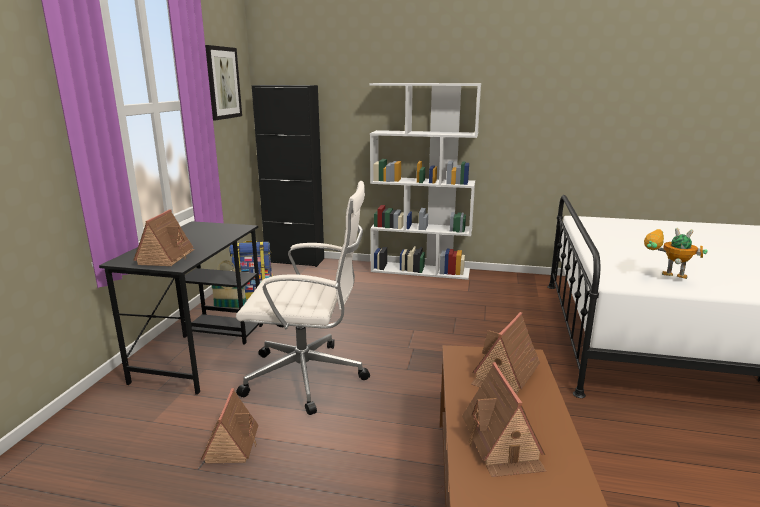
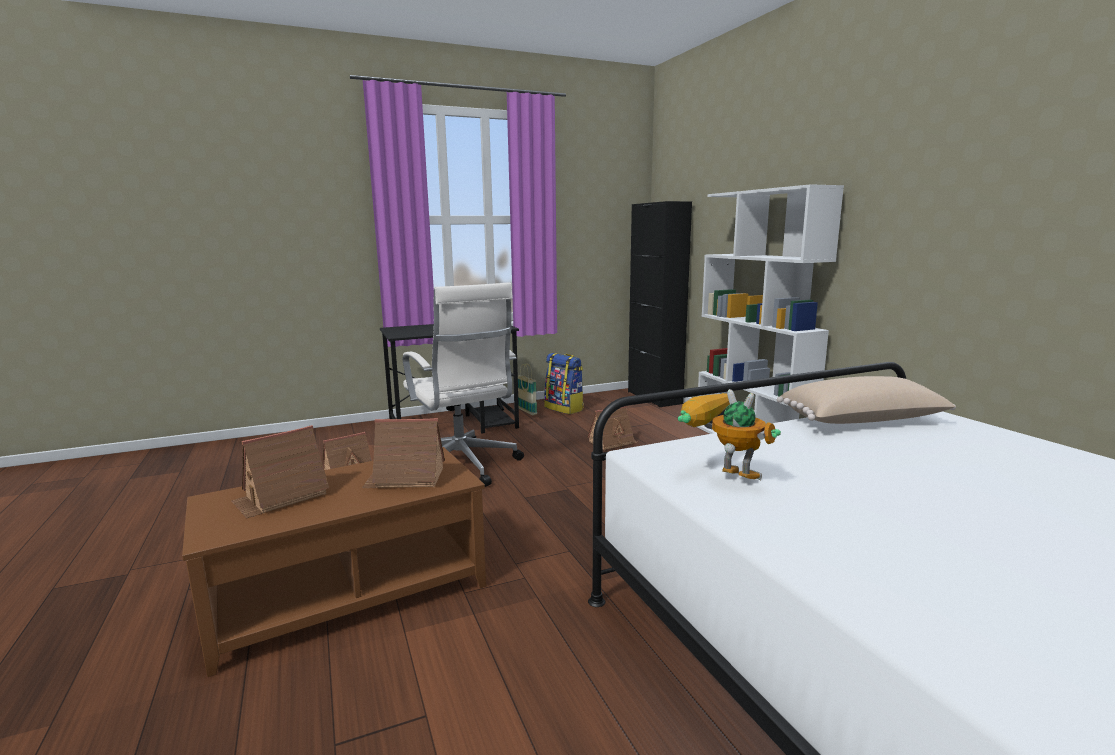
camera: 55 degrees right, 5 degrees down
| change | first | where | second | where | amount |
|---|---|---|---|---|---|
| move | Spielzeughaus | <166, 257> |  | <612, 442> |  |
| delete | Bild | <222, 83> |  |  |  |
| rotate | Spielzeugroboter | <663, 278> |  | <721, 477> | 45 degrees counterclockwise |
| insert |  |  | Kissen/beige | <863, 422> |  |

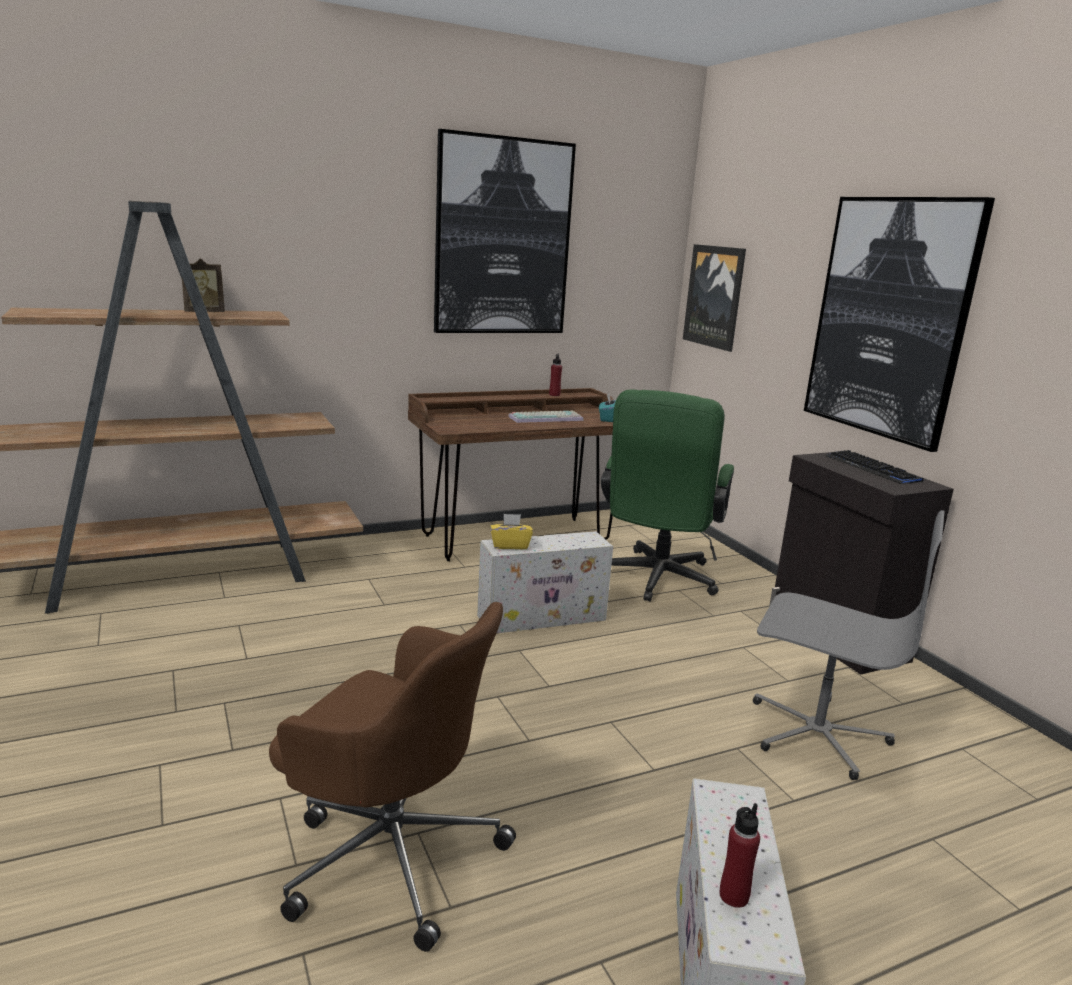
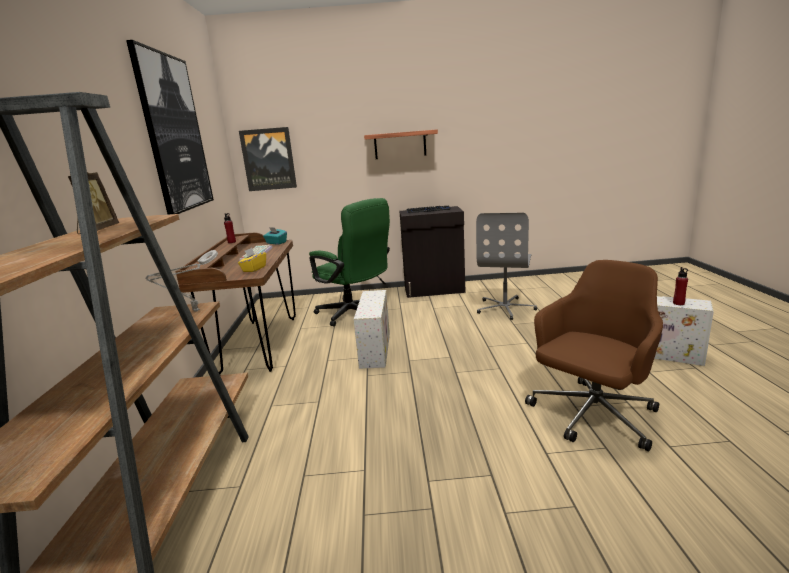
camera: 65 degrees left, 0 degrees up
| change | first | where | second | where | amount |
|---|---|---|---|---|---|
| move | Taschentuchbox/gelb | <510, 545> |  | <254, 269> |  |
| rotate | Bürostuhl/grau | <816, 733> |  | <505, 308> | 150 degrees clockwise |
| replace | Bild | <889, 318> | Wandregal | <400, 145> |  |
| insert |  |  | Tischlampe/grau | <194, 311> |  |

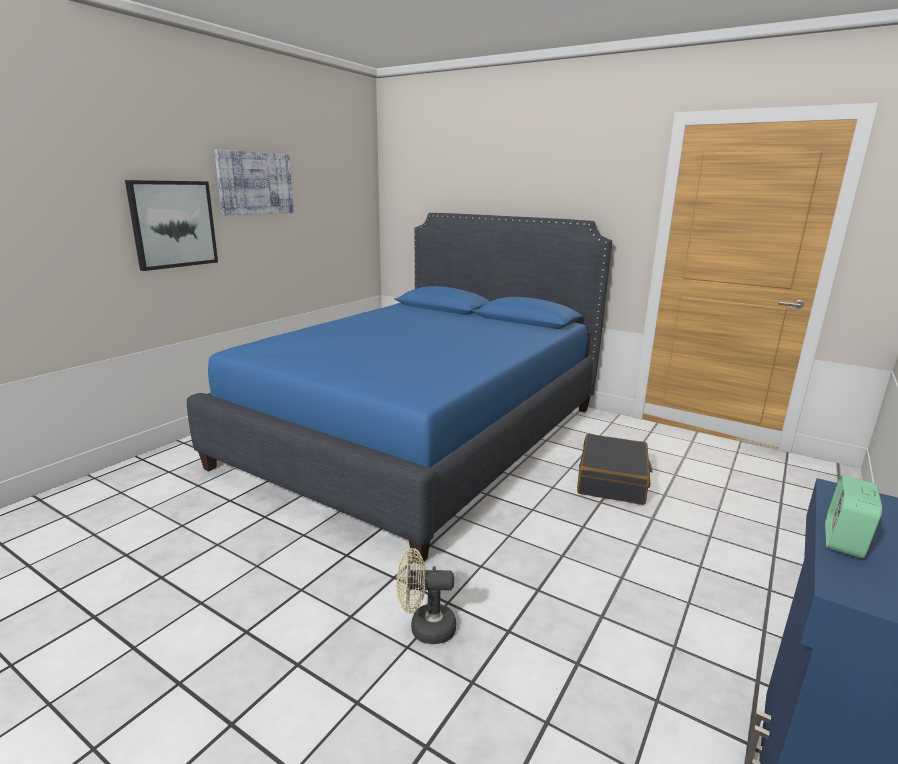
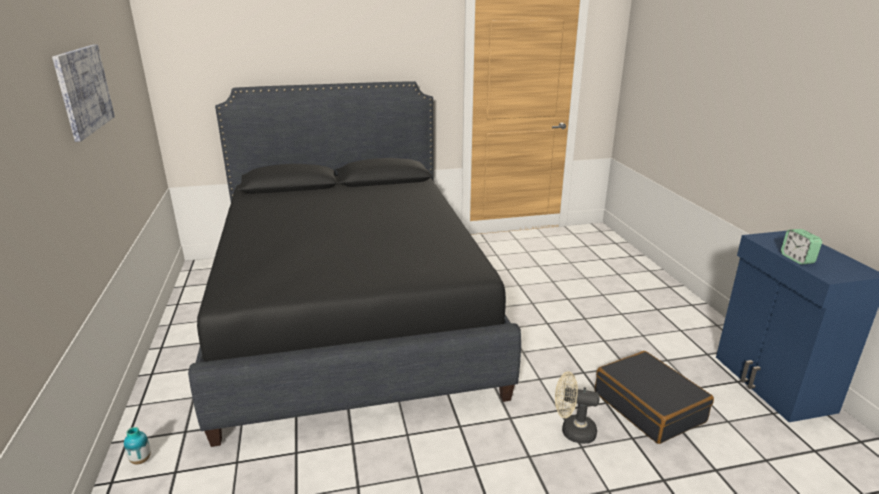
camera: 45 degrees left, 5 degrees up
| change | first | where | second | where | amount |
|---|---|---|---|---|---|
| delete | Bild | <173, 224> |  |  |  |
| recolor | Bett/blau | <421, 435> | Bett/schwarz | <351, 314> |  |
| rotate | Ventilator/beige | <425, 628> |  | <572, 431> | 60 degrees clockwise |
| move | Koffer/schwarz | <612, 480> |  | <649, 407> |  |
| insert |  |  | Vase | <141, 460> |  |

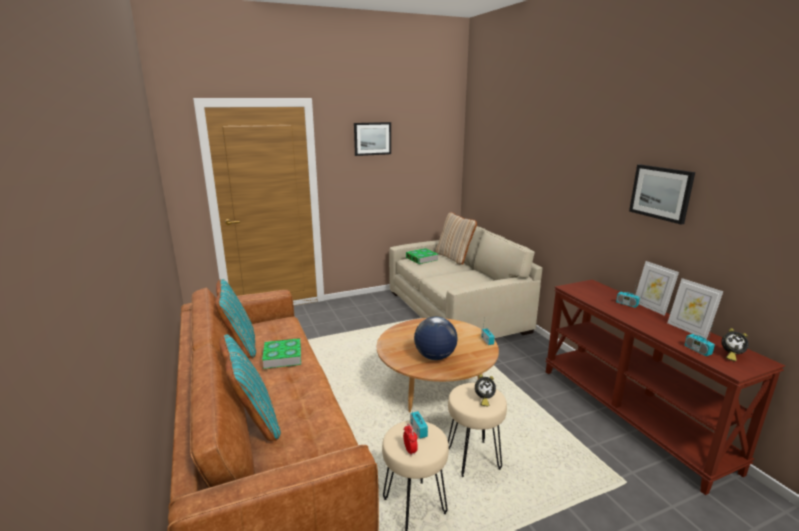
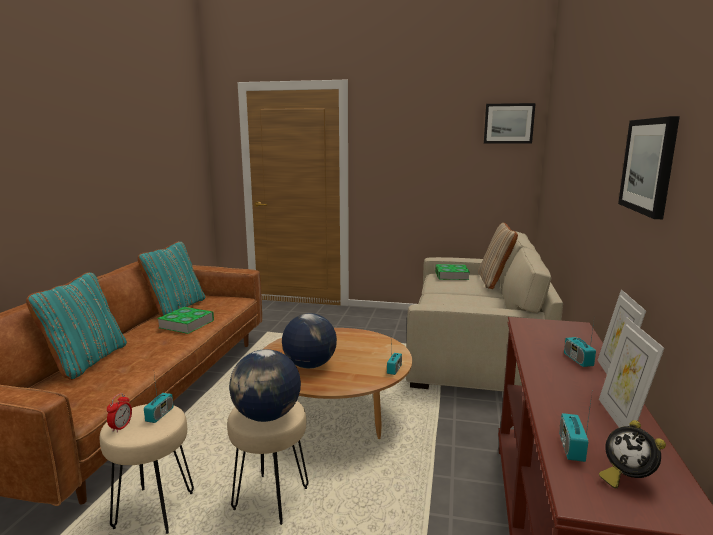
camera: 35 degrees right, 5 degrees down
| change | first | where | second | where | amount |
|---|---|---|---|---|---|
| move | Bild | <372, 138> |  | <508, 123> |  |
| replace | Wecker | <483, 399> | Globus | <267, 416> |  |

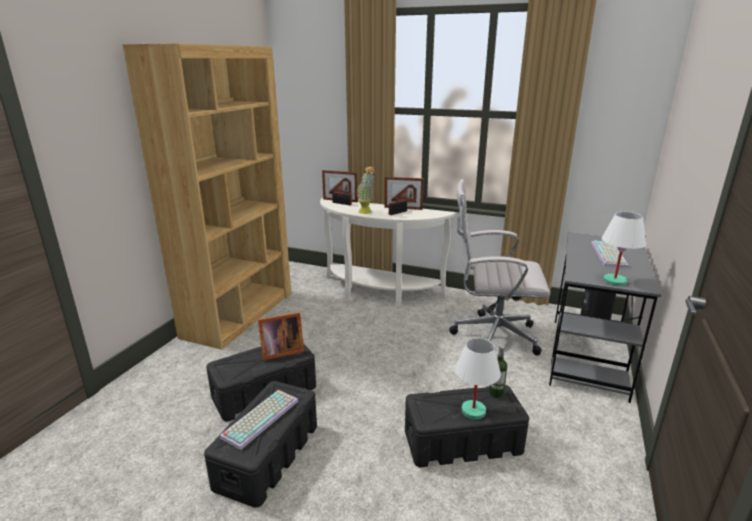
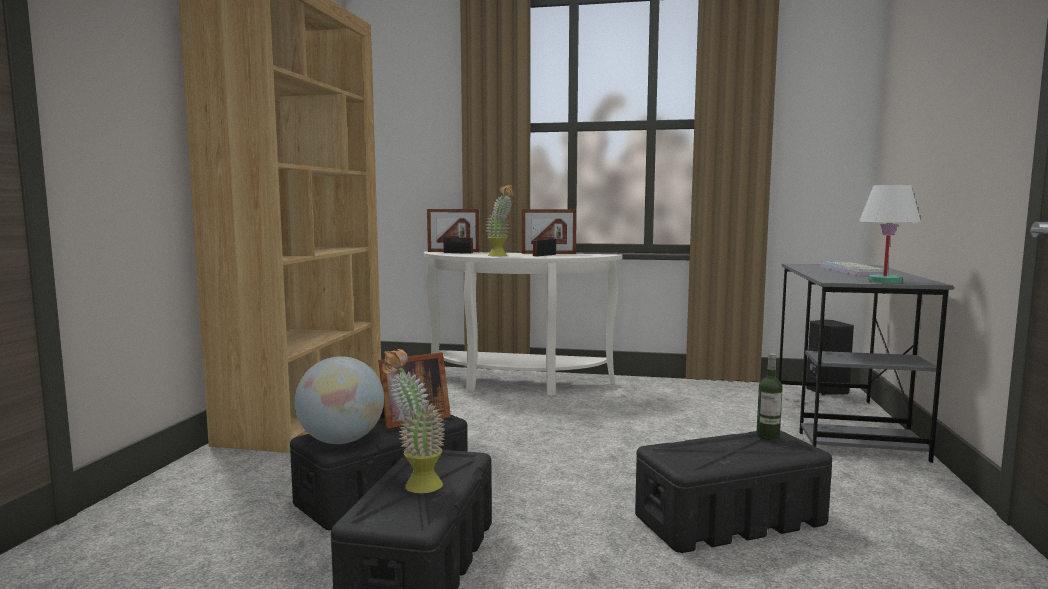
camera: 10 degrees left, 15 degrees down
| change | first | where | second | where | amount |
|---|---|---|---|---|---|
| replace | Tastatur | <260, 417> | Topfpflanze | <415, 484> |  |
| delete | Bürostuhl/weiß | <491, 336> |  |  |  |
| delete | Tischlampe/weiß | <473, 410> |  |  |  |
| insert |  |  | Globus | <341, 441> |  |

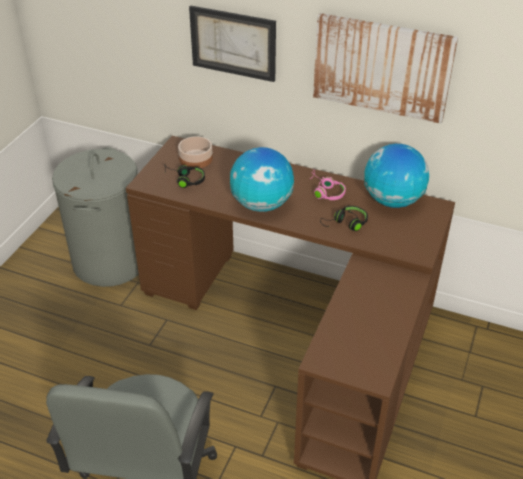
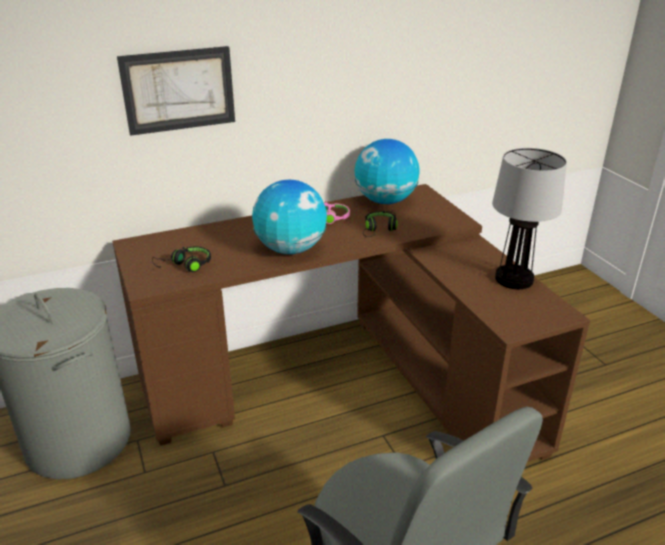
camera: 45 degrees left, 10 degrees down
| change | first | where | second | where | amount |
|---|---|---|---|---|---|
| delete | Schüssel | <196, 158> |  |  |  |
| delete | Bild | <382, 67> |  |  |  |
| insert |  |  | Tischlampe | <514, 279> |  |

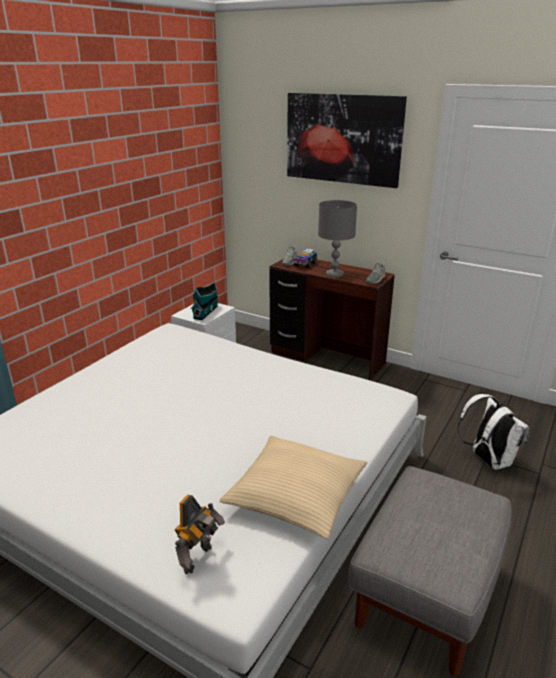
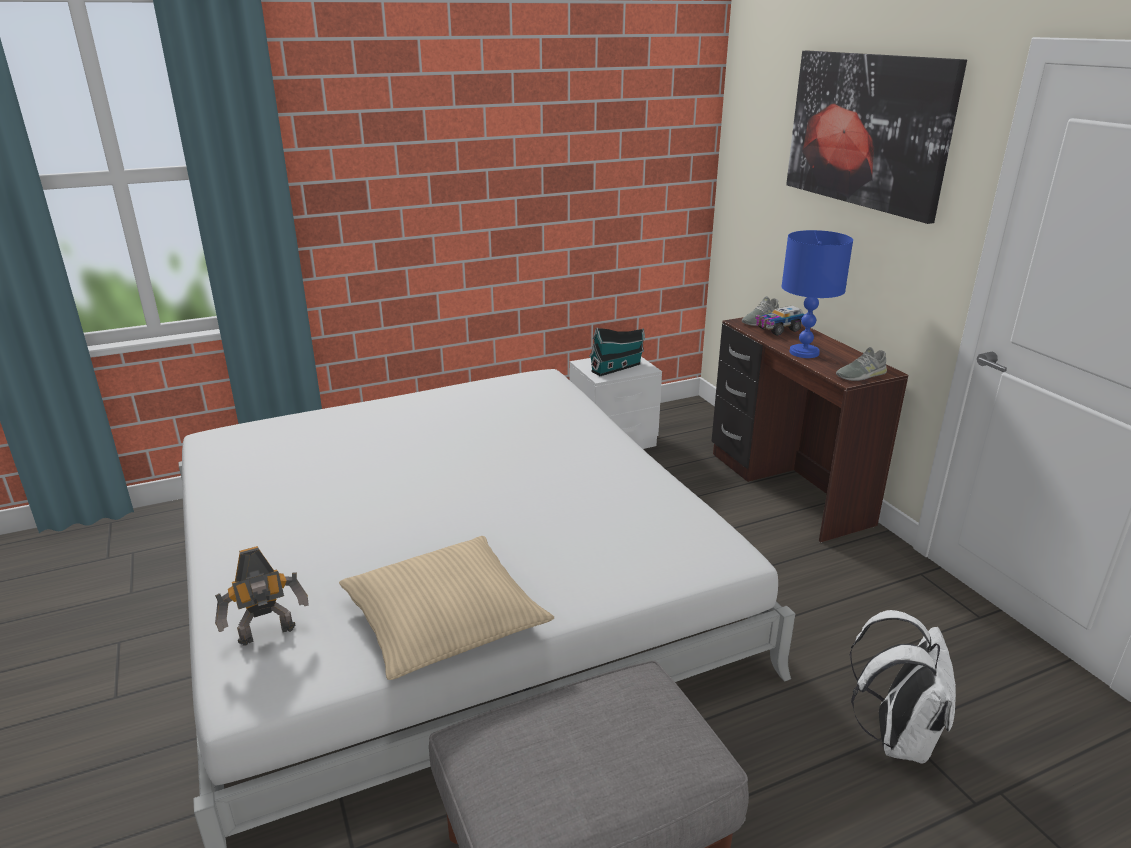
camera: 35 degrees right, 0 degrees up
| change | first | where | second | where | amount |
|---|---|---|---|---|---|
| recolor | Tischlampe/grau | <334, 274> | Tischlampe/blau | <804, 353> |  |

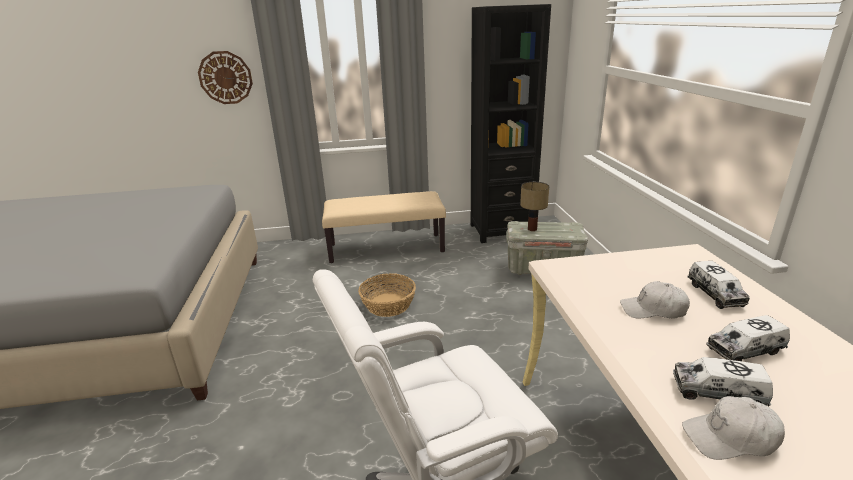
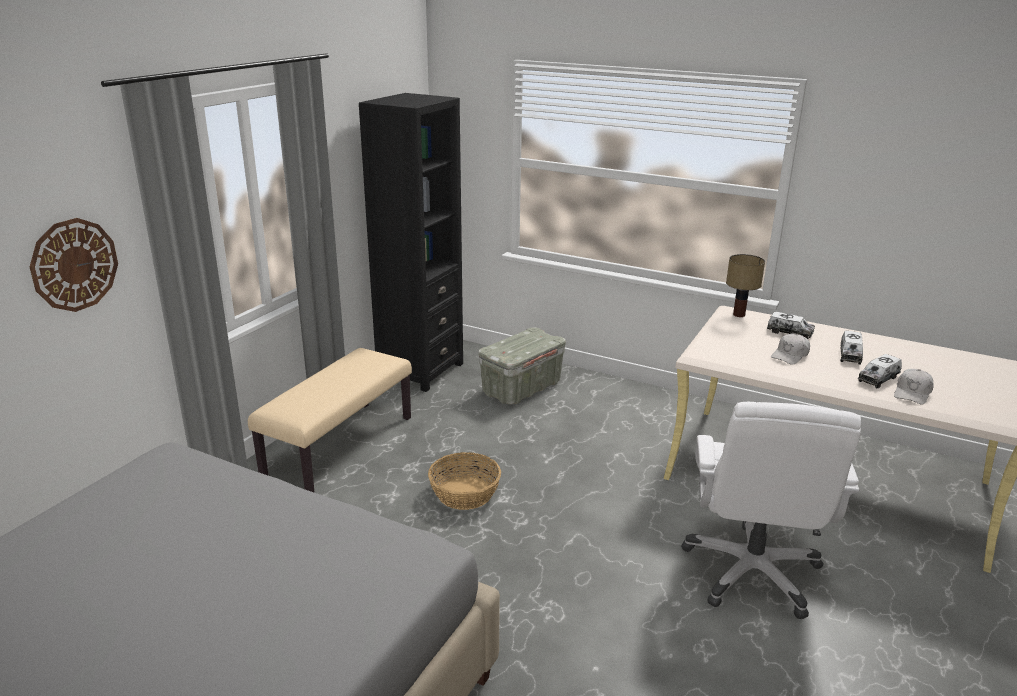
camera: 55 degrees left, 0 degrees up
| change | first | where | second | where | amount |
|---|---|---|---|---|---|
| move | Tischlampe | <532, 229> |  | <739, 315> |  |

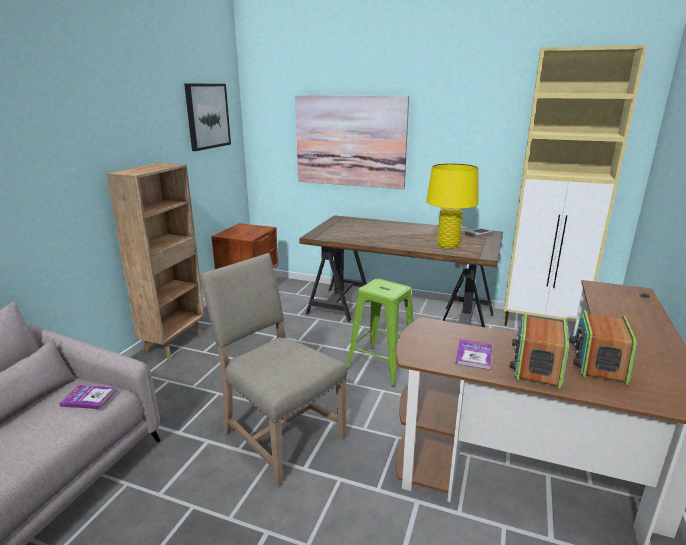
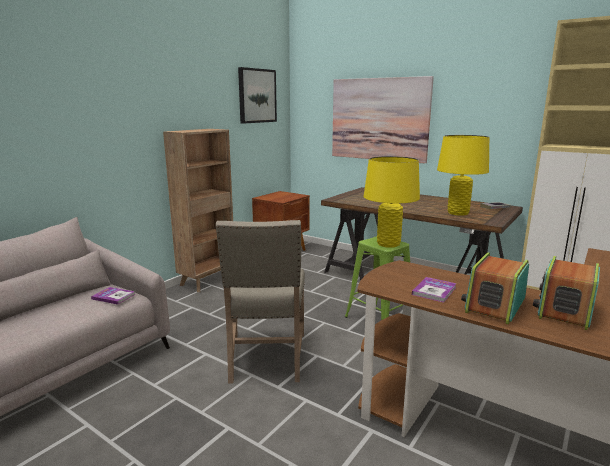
camera: 15 degrees right, 5 degrees down
| change | first | where | second | where | amount |
|---|---|---|---|---|---|
| rotate | Stuhl/beige | <279, 435> |  | <266, 358> | 150 degrees counterclockwise |
| insert |  |  | Tischlampe/gelb | <388, 244> |  |

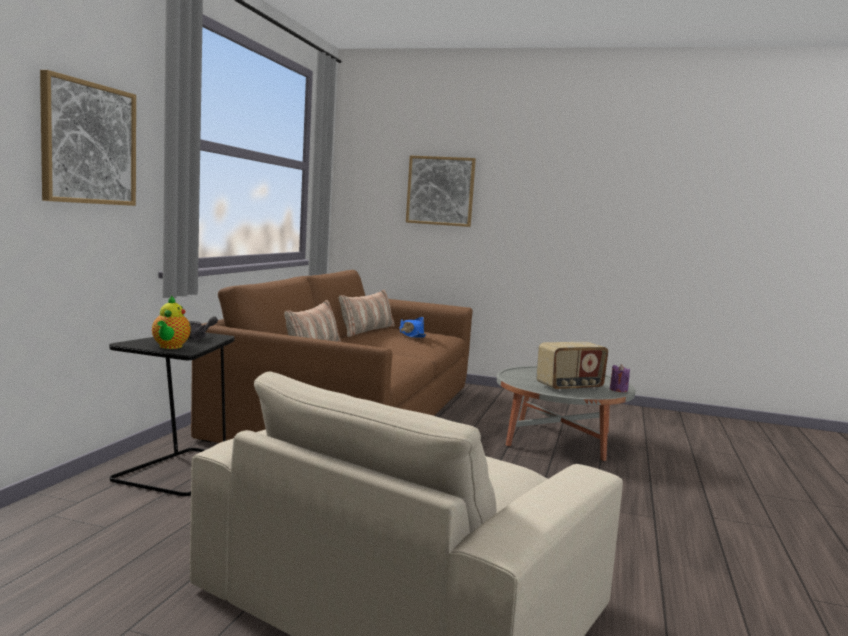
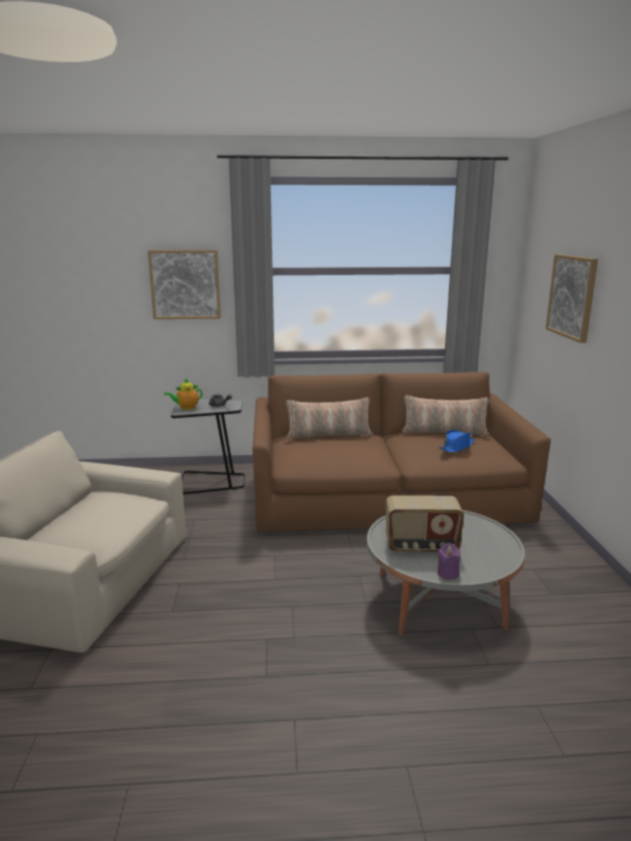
camera: 70 degrees right, 10 degrees up
| change | first | where | second | where | amount |
|---|---|---|---|---|---|
| rotate | Radio | <570, 387> |  | <421, 547> | 45 degrees counterclockwise |

